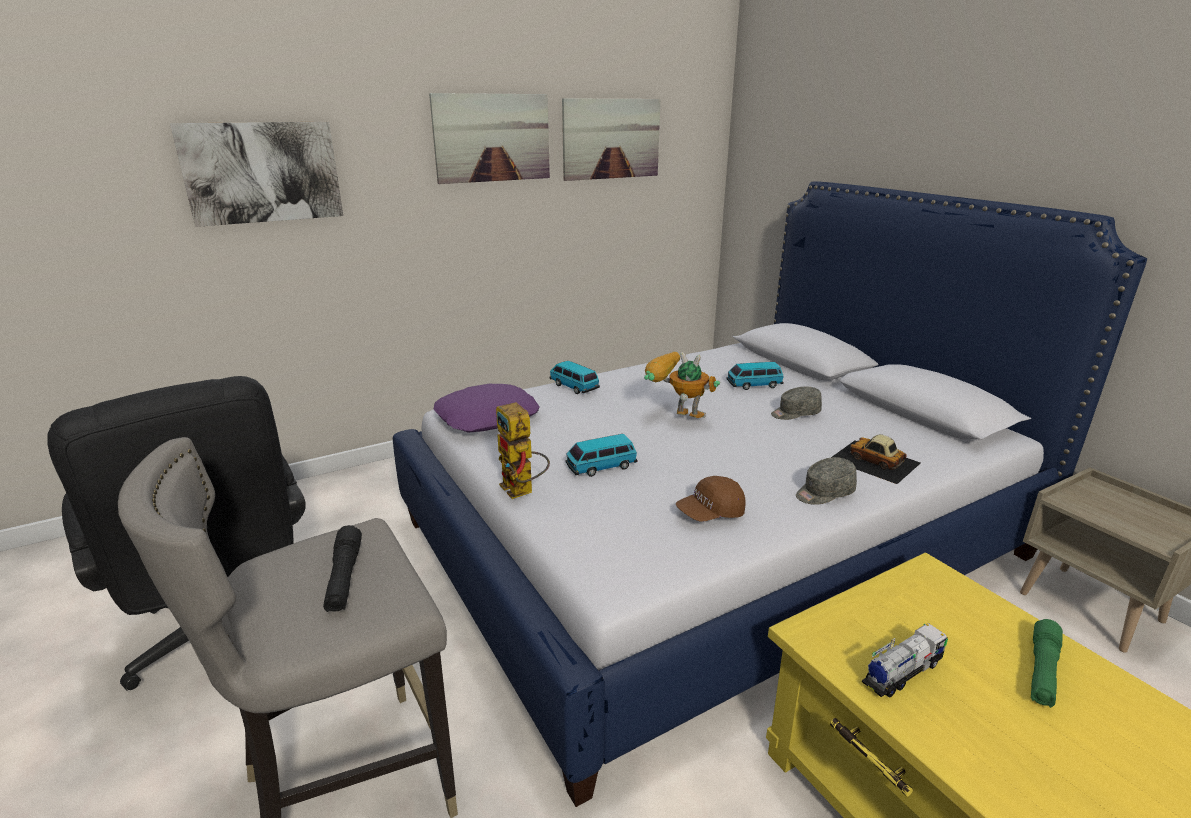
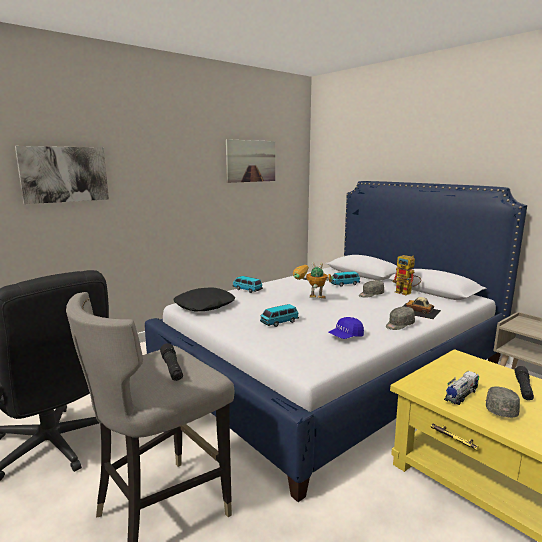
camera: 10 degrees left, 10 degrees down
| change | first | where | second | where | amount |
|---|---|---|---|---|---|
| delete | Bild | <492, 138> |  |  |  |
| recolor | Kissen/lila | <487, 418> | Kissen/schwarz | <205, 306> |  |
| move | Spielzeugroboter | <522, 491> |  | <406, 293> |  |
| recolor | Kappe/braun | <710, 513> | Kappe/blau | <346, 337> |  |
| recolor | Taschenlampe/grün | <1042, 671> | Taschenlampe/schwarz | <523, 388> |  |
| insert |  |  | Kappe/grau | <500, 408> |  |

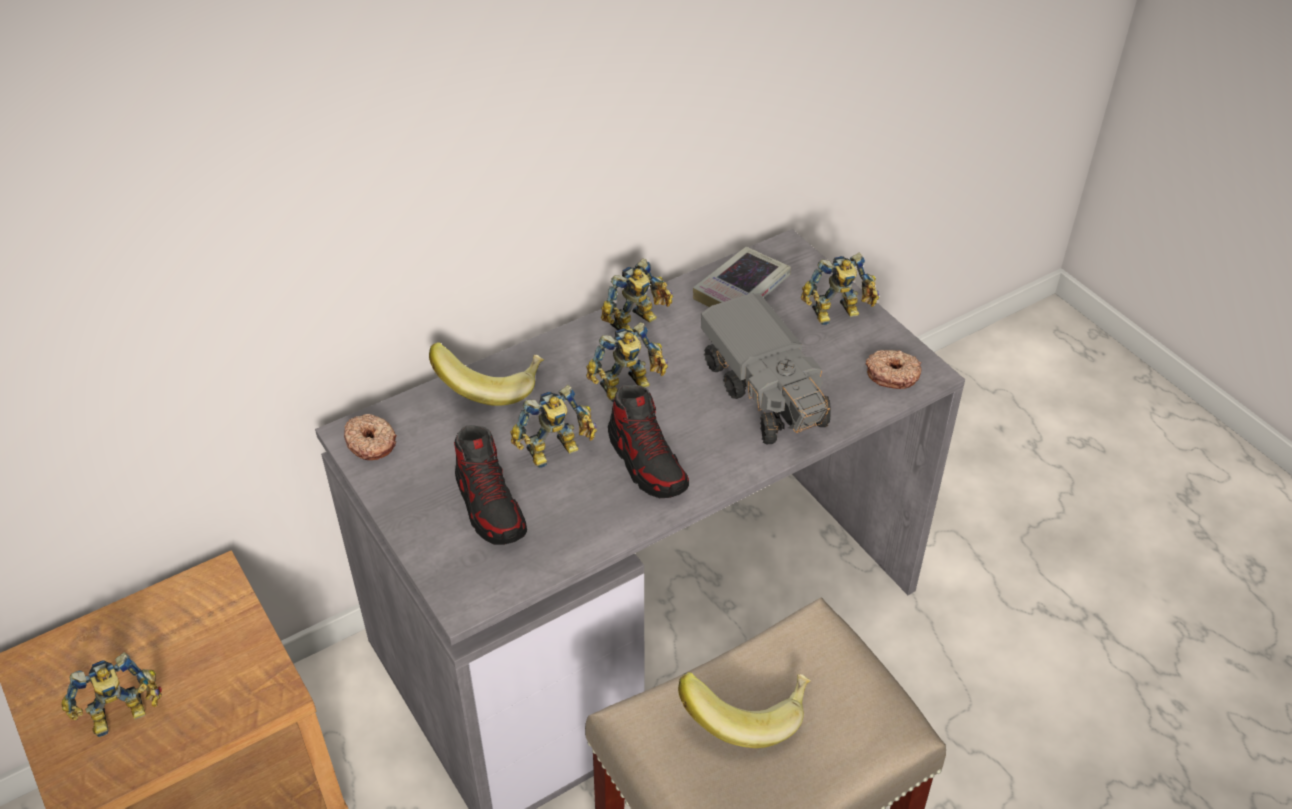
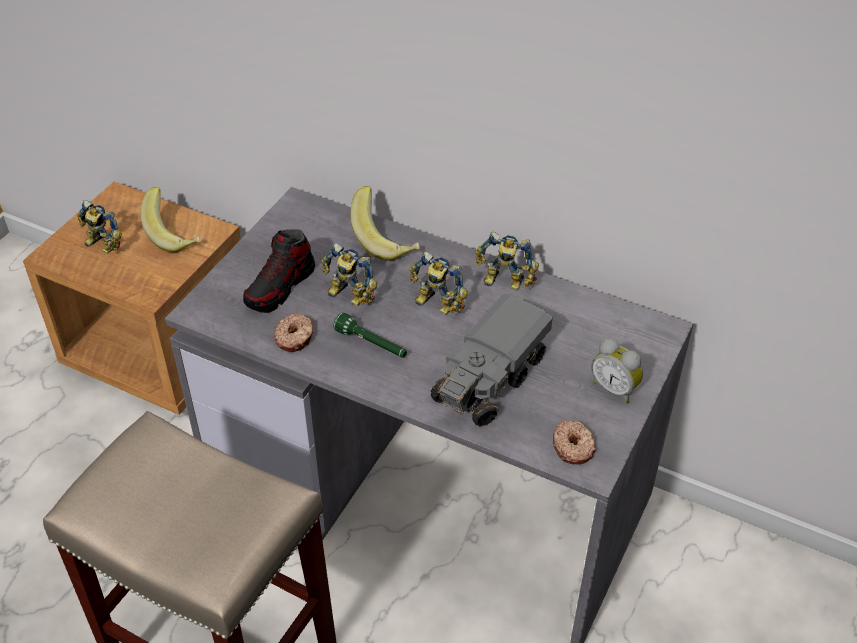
camera: 60 degrees right, 0 degrees up
| change | first | where | second | where | amount |
|---|---|---|---|---|---|
| move | Donut | <371, 442> |  | <295, 338> |  |
| replace | Schuh | <647, 462> | Taschenlampe/grün | <372, 344> |  |
| move | Banane | <746, 712> |  | <174, 235> |  |
| delete | Buch | <741, 289> |  |  |  |
| replace | Spielzeugroboter | <838, 314> | Wecker | <615, 388> |  |

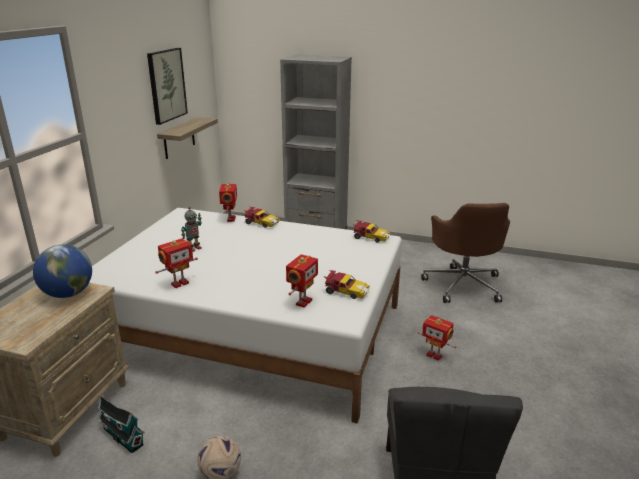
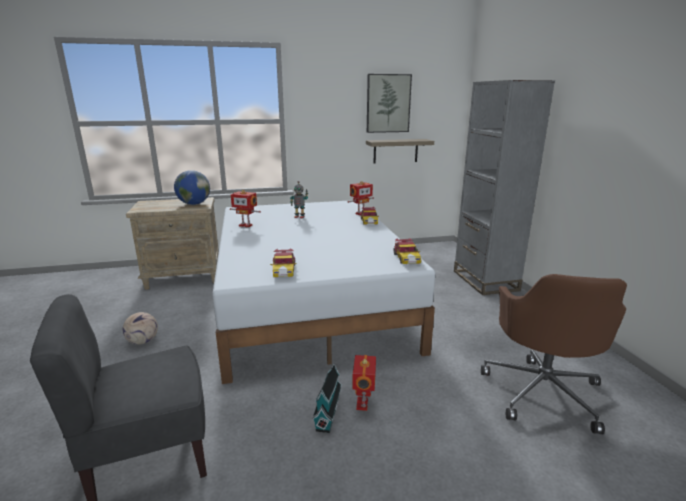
camera: 60 degrees right, 5 degrees down
| change | first | where | second | where | amount |
|---|---|---|---|---|---|
| move | Spielzeughaus | <122, 435> |  | <328, 411> |  |
| delete | Spielzeugroboter | <302, 302> |  |  |  |
| rotate | Bürostuhl/braun | <463, 284> |  | <542, 391> | 45 degrees counterclockwise |

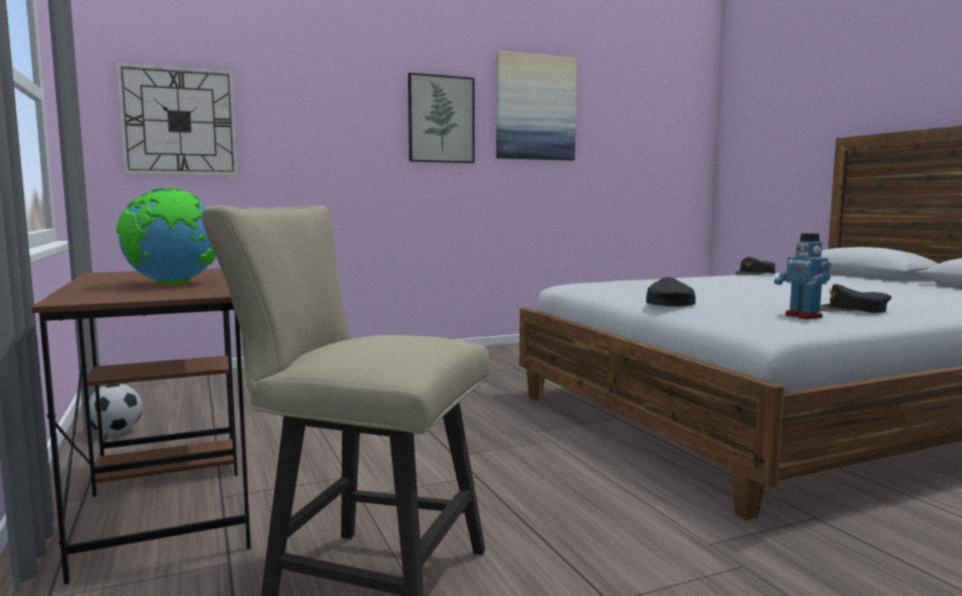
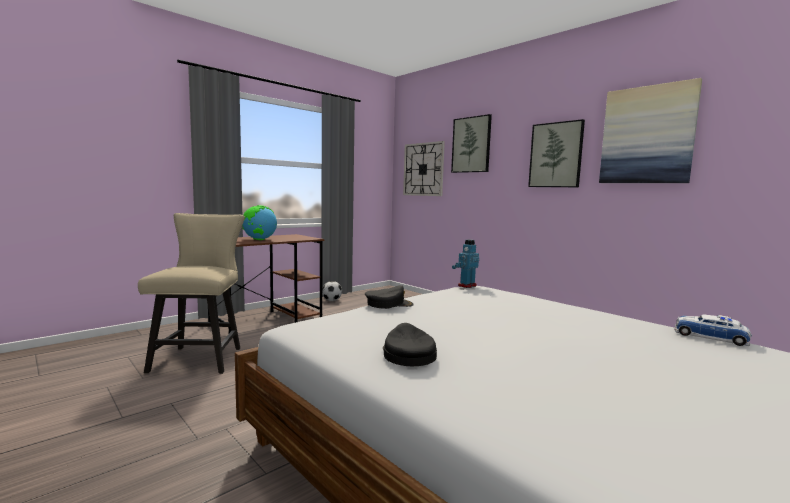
camera: 70 degrees right, 0 degrees up
| change | first | where | second | where | amount |
|---|---|---|---|---|---|
| replace | Kappe/schwarz | <755, 273> | Spielzeugauto | <710, 336> |  |
| move | Spielzeugroboter | <802, 316> |  | <466, 285> |  |
| insert |  |  | Bild | <471, 145> |  |

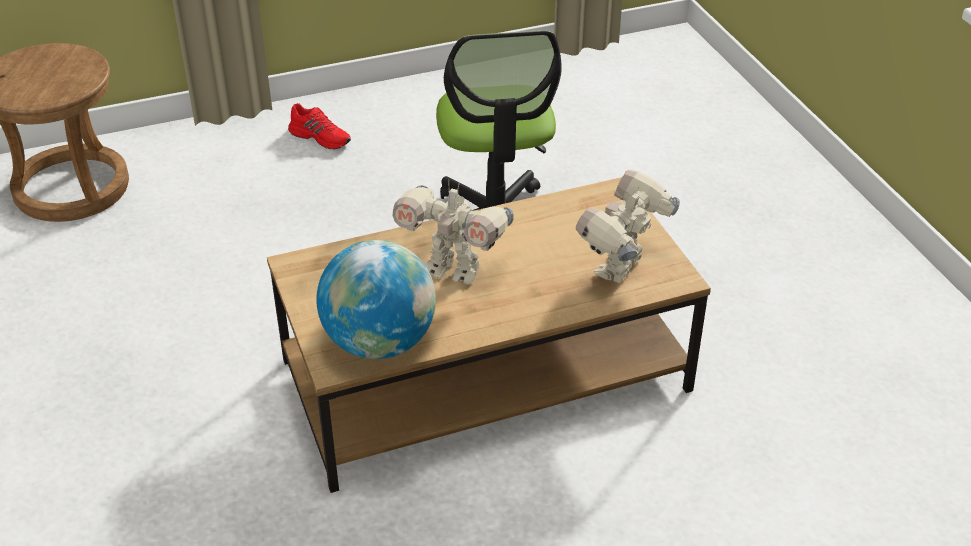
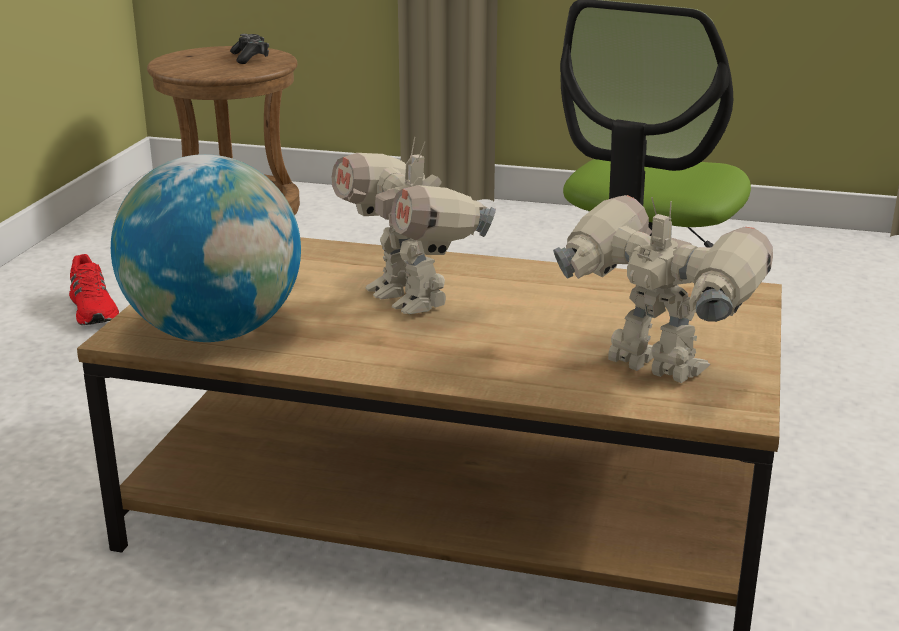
camera: 35 degrees right, 15 degrees down
| change | first | where | second | where | amount |
|---|---|---|---|---|---|
| move | Schuh/rot | <321, 137> |  | <94, 309> |  |
| rotate | Spielzeugroboter | <622, 269> |  | <653, 369> | 60 degrees clockwise |
| insert |  |  | Gamepad | <250, 58> |  |

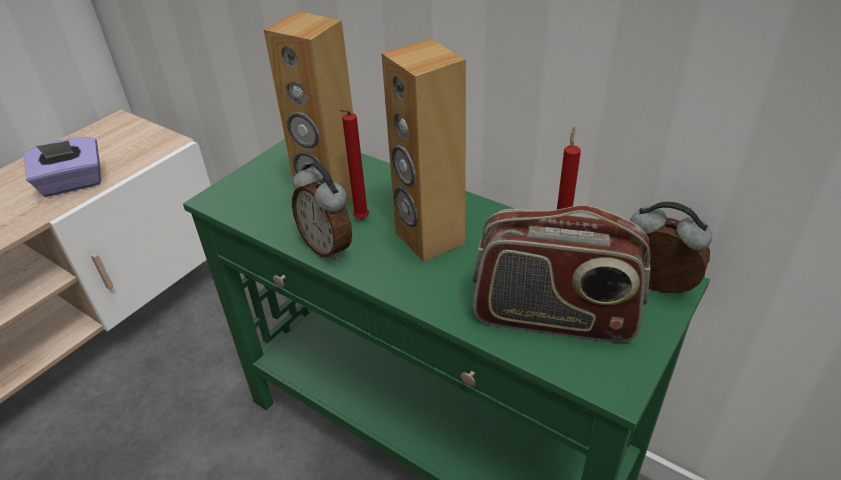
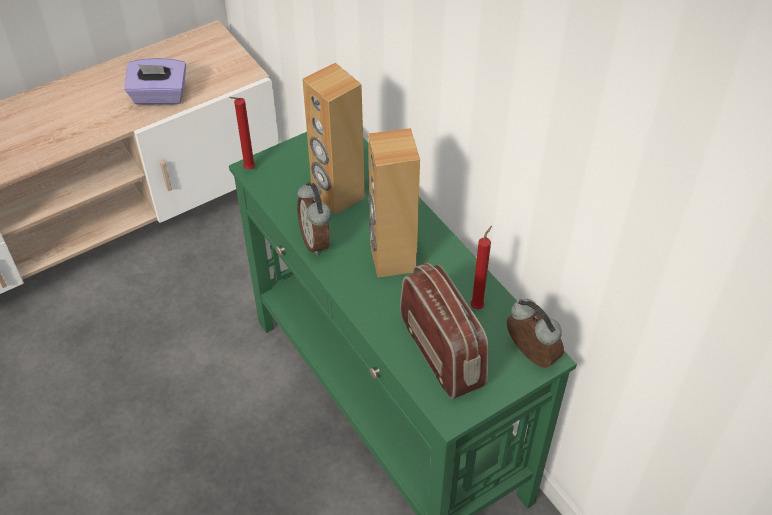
camera: 20 degrees right, 10 degrees up
| change | first | where | second | where | amount |
|---|---|---|---|---|---|
| move | Kerze/rot | <360, 220> |  | <247, 169> |  |
| rotate | Radio | <553, 317> |  | <442, 352> | 150 degrees counterclockwise |

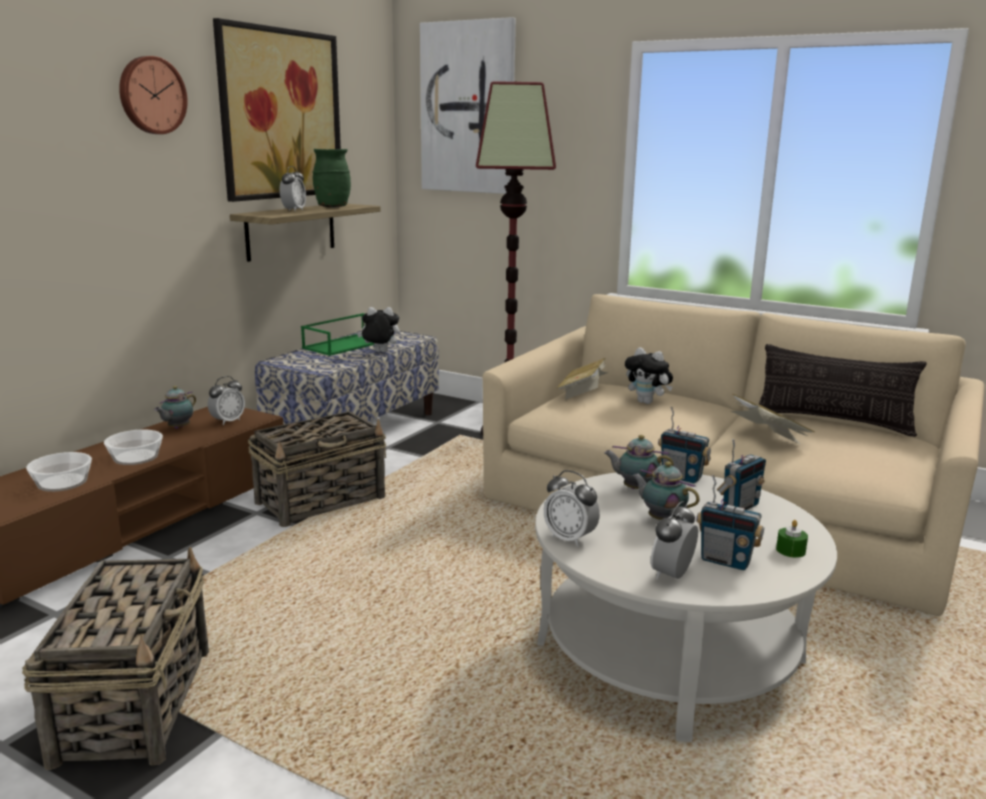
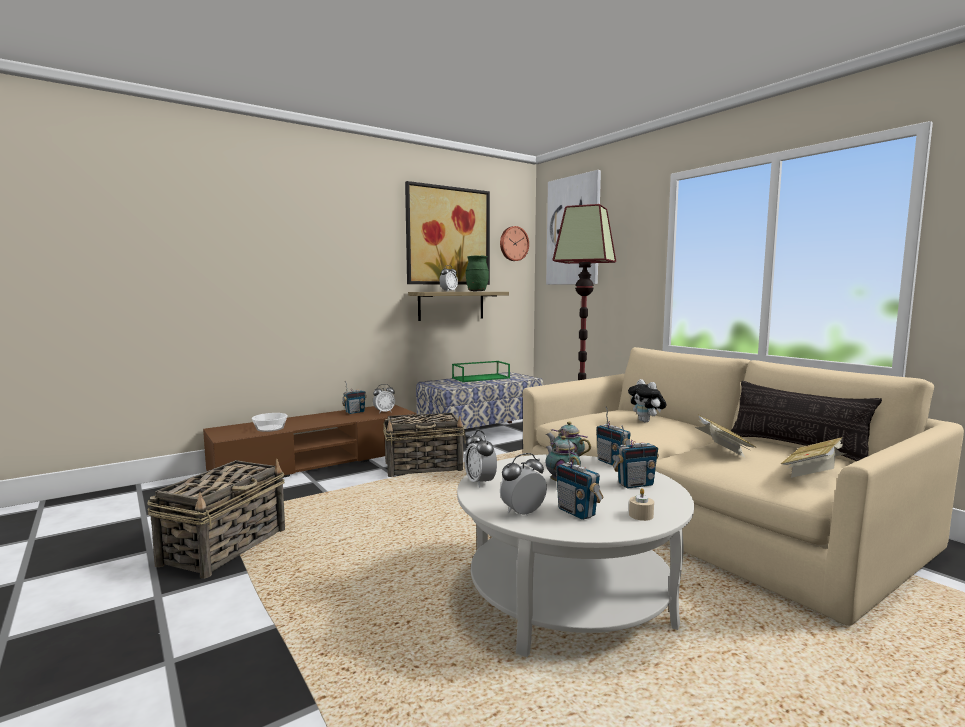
camera: 25 degrees right, 10 degrees down
| change | first | where | second | where | amount |
|---|---|---|---|---|---|
| delete | Schüssel | <136, 457> |  |  |  |
| move | Wanduhr | <151, 95> |  | <513, 243> |  |
| replace | Teekanne | <177, 428> | Radio | <355, 412> |  |
| delete | Plüschtier | <379, 352> |  |  |  |
| move | Buch | <583, 393> |  | <813, 473> |  |
| recolor | Kerze/grün | <790, 550> | Kerze/beige | <641, 515> |  |

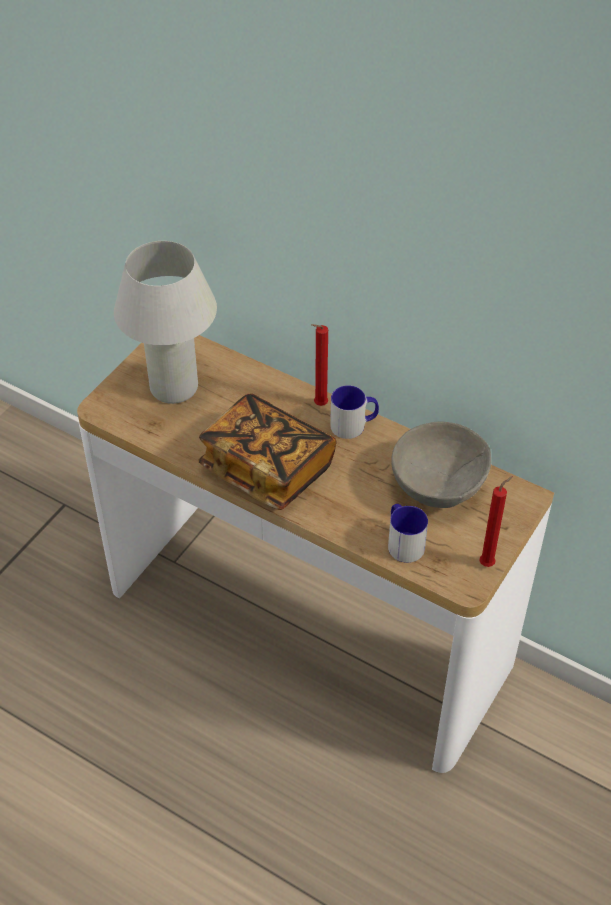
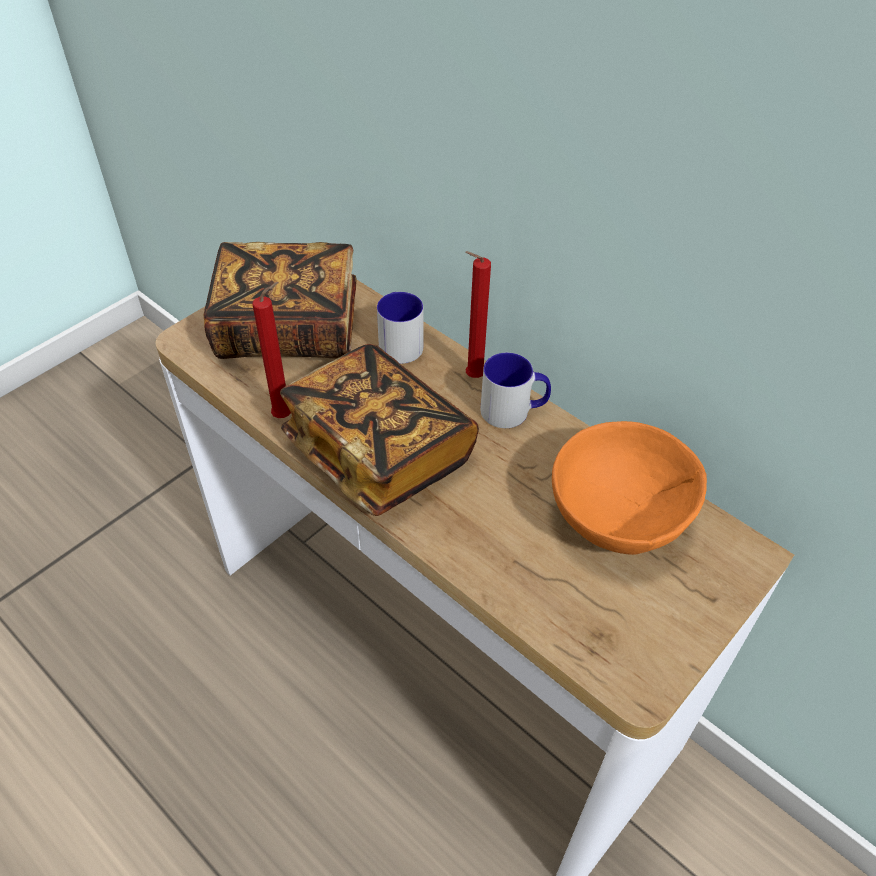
camera: 10 degrees right, 0 degrees up
| change | first | where | second | where | amount |
|---|---|---|---|---|---|
| replace | Tischlampe/weiß | <174, 388> | Buch | <288, 328> |  |
| move | Henkelbecher | <403, 542> |  | <399, 342> |  |
| recolor | Schüssel/grau | <438, 485> | Schüssel/orange | <619, 515> |  |
| move | Kerze/rot | <489, 563> |  | <286, 415> |  |

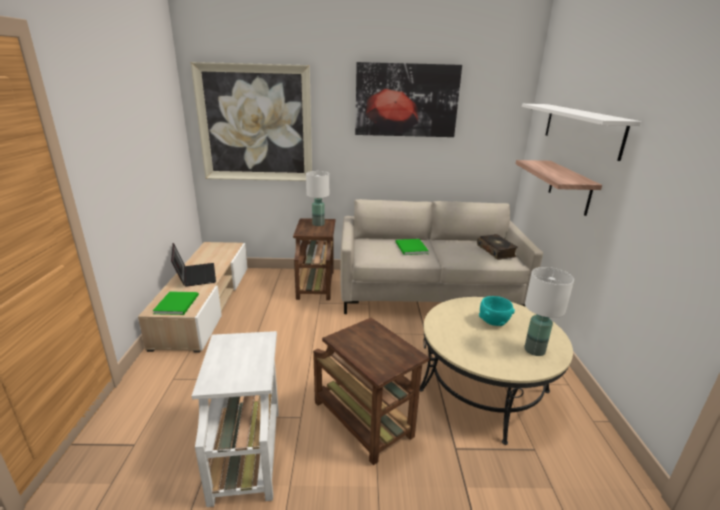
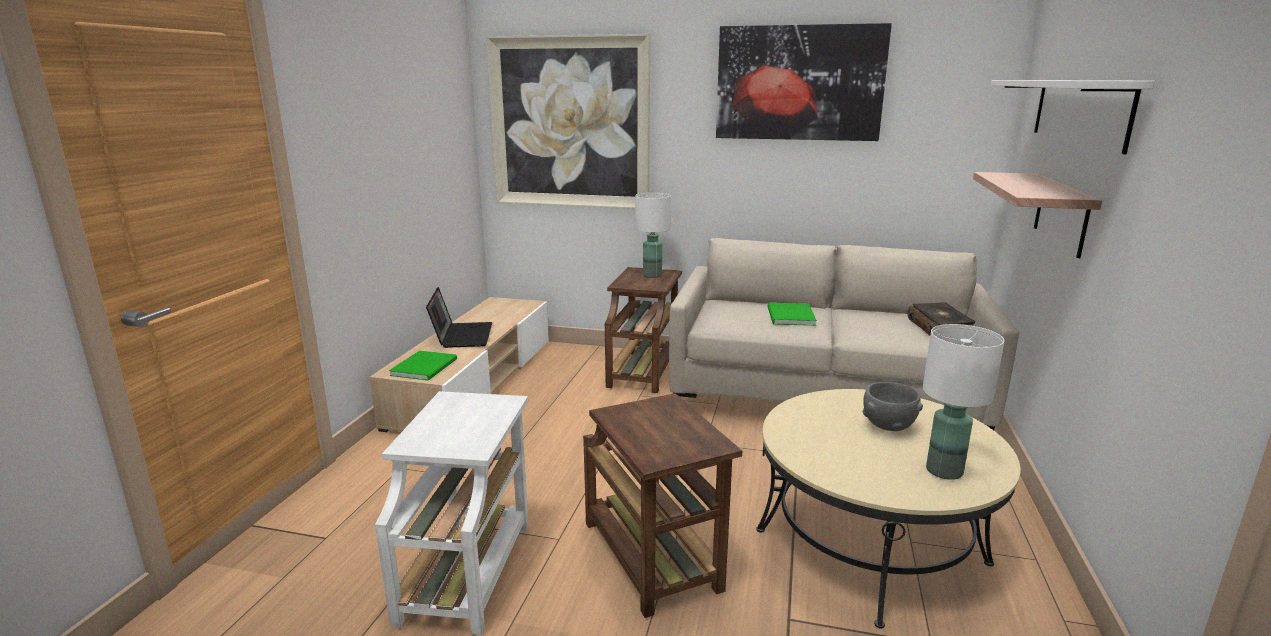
camera: 15 degrees right, 5 degrees down
| change | first | where | second | where | amount |
|---|---|---|---|---|---|
| recolor | Schüssel/türkis | <493, 322> | Schüssel/grau | <888, 426> |  |

